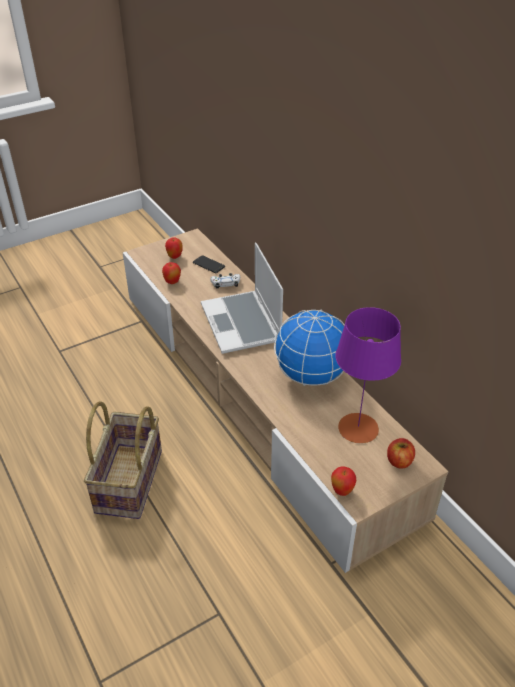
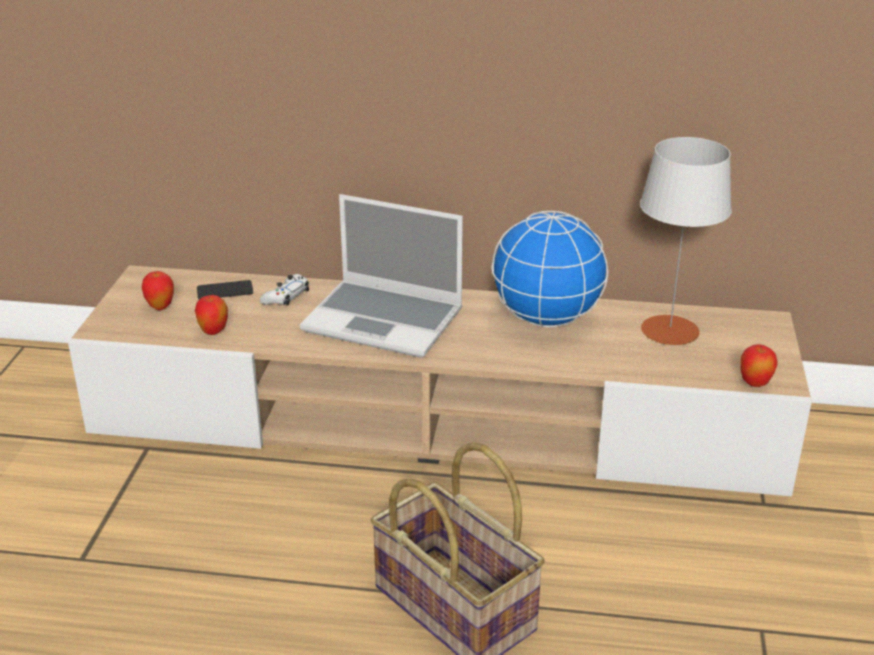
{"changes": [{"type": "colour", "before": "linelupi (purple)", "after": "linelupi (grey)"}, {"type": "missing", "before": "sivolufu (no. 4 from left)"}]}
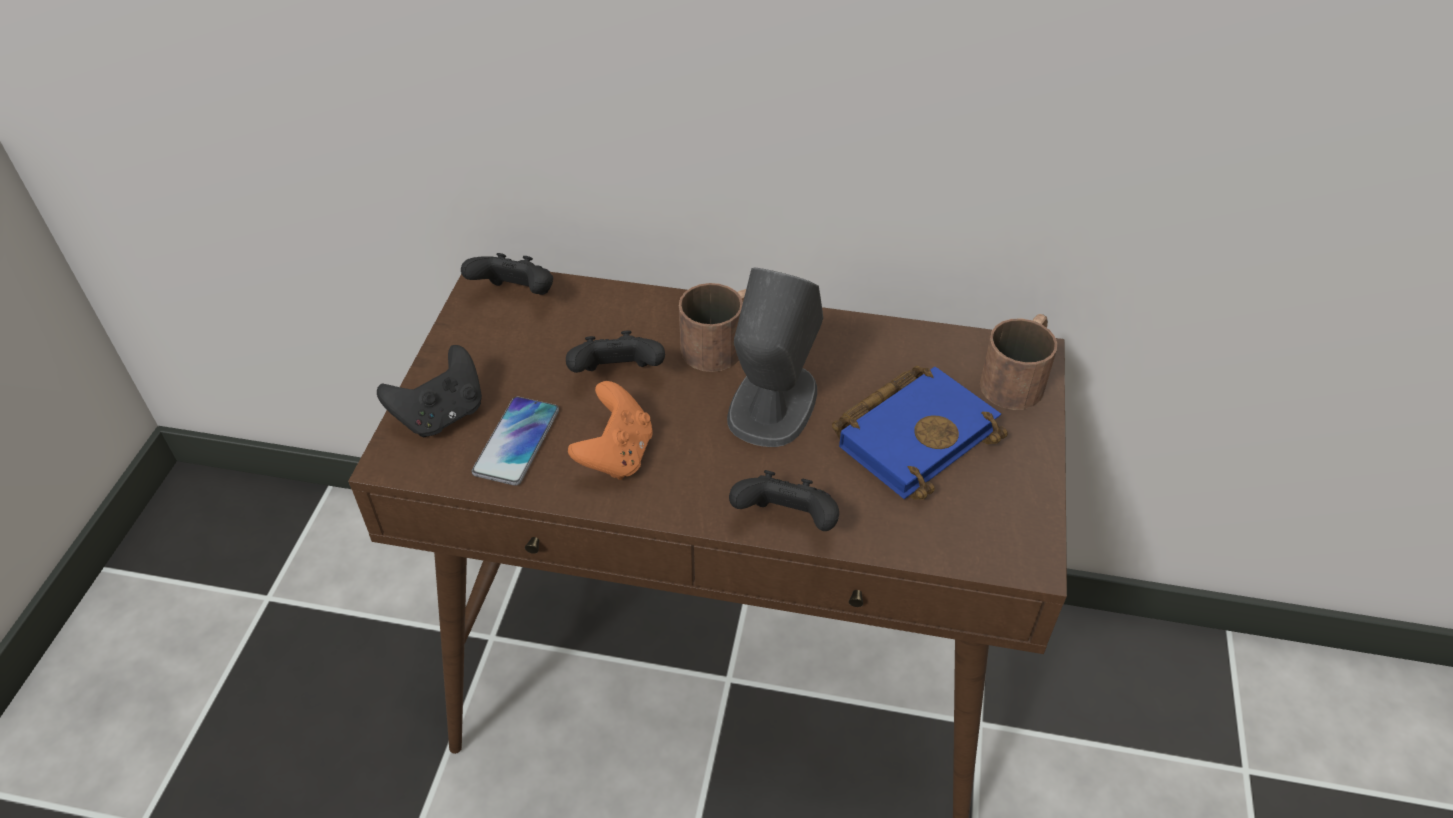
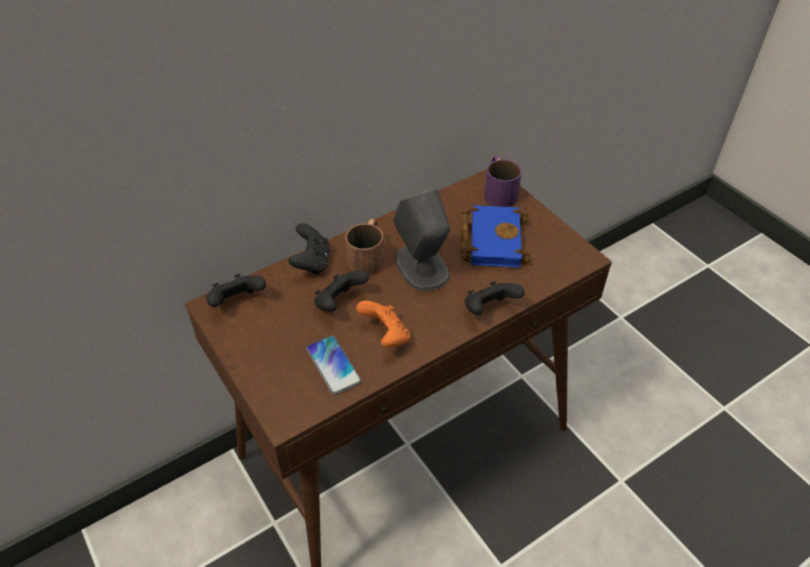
{"changes": [{"type": "relocated", "before": "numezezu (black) (no. 1 from left in the first image)", "after": "numezezu (black) (no. 2 from left)"}, {"type": "colour", "before": "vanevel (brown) (no. 2 from left)", "after": "vanevel (purple)"}]}
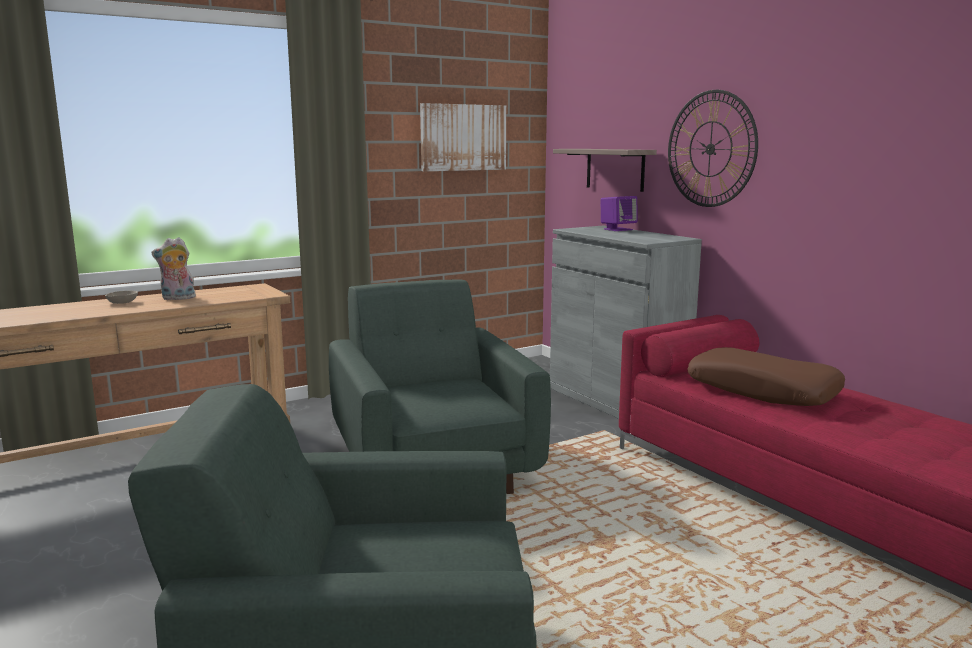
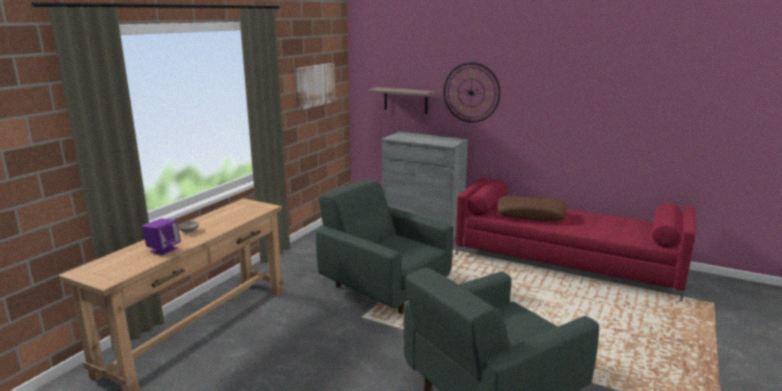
{"changes": [{"type": "relocated", "before": "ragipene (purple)"}, {"type": "missing", "before": "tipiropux"}]}
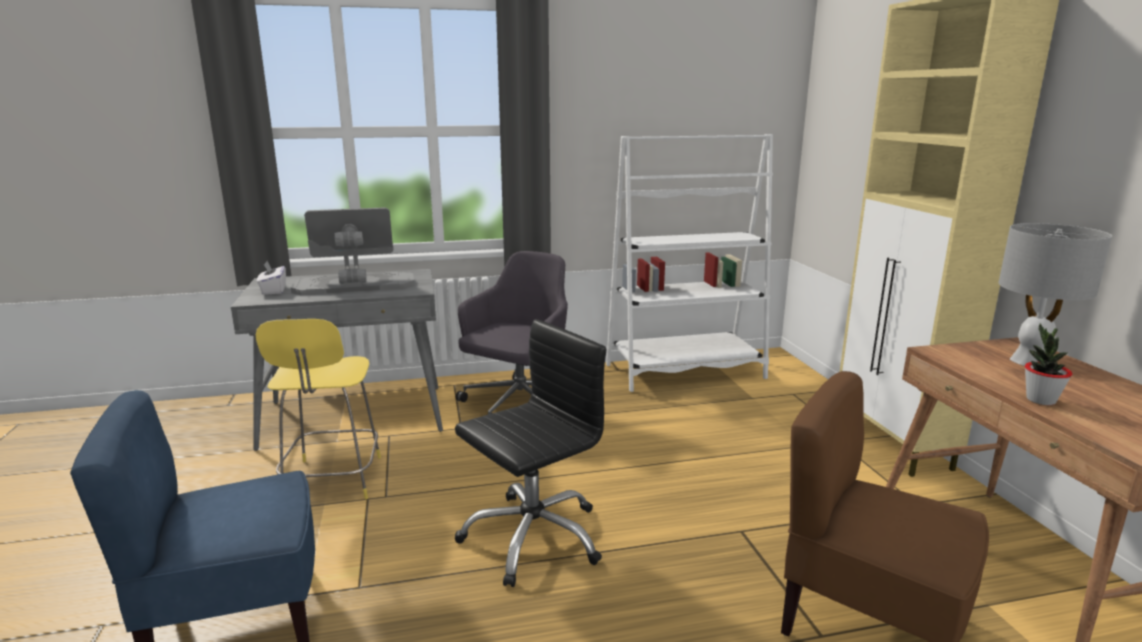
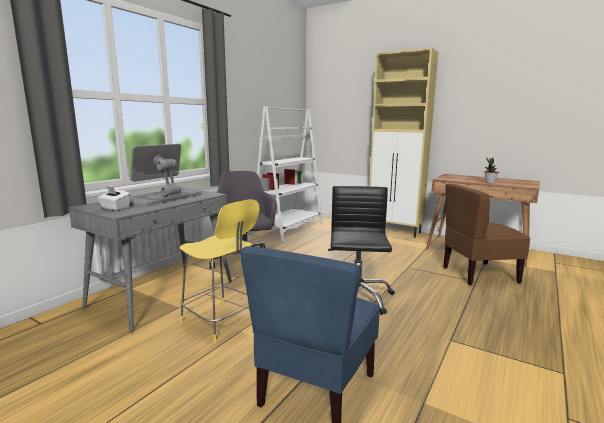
{"changes": [{"type": "missing", "before": "linelupi (grey)"}]}
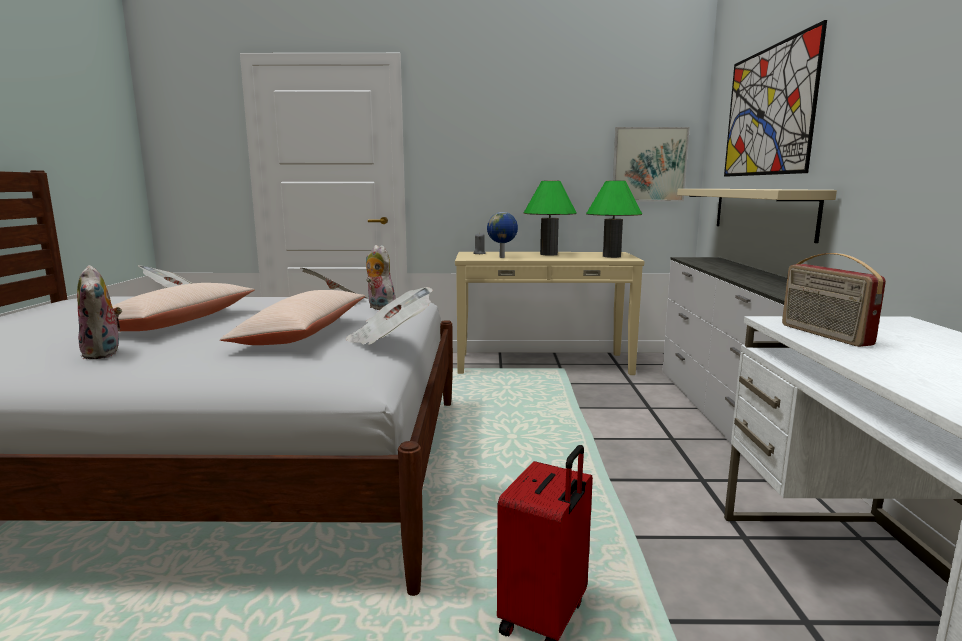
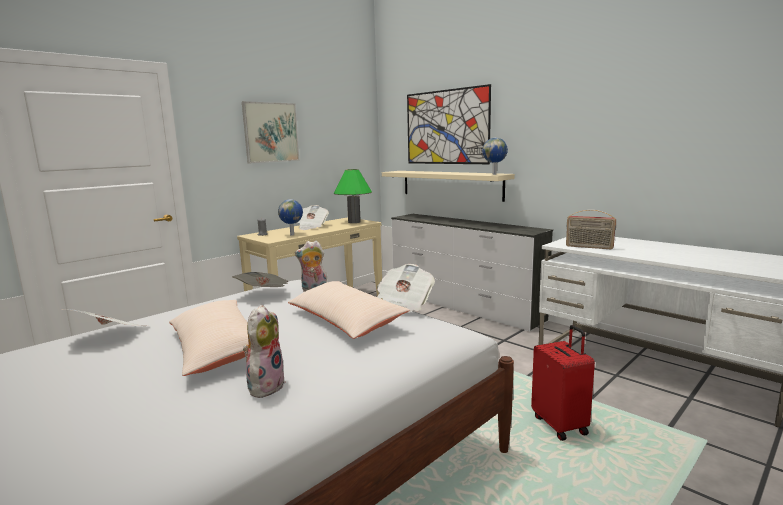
{"changes": [{"type": "relocated", "before": "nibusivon (no. 1 from left)"}, {"type": "spun", "before": "tipiropux (no. 1 from left)", "turn": -90}, {"type": "exchanged", "before": "linelupi (green) (no. 1 from left)", "after": "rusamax (no. 3 from left)"}, {"type": "appeared", "after": "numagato (no. 2 from left)"}]}
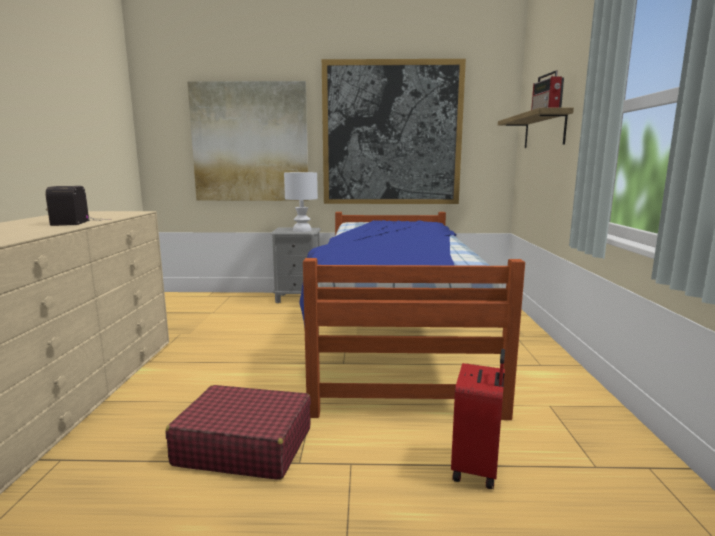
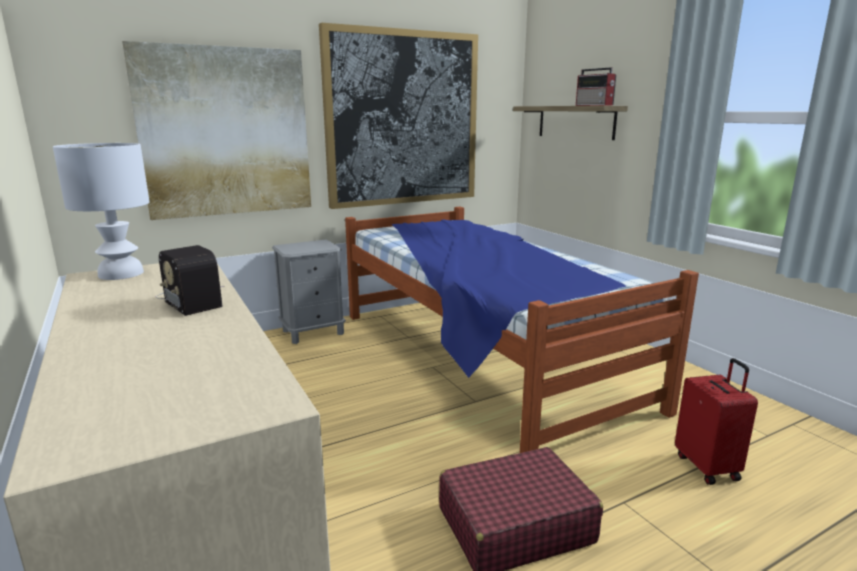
{"changes": [{"type": "relocated", "before": "linelupi (white)"}]}
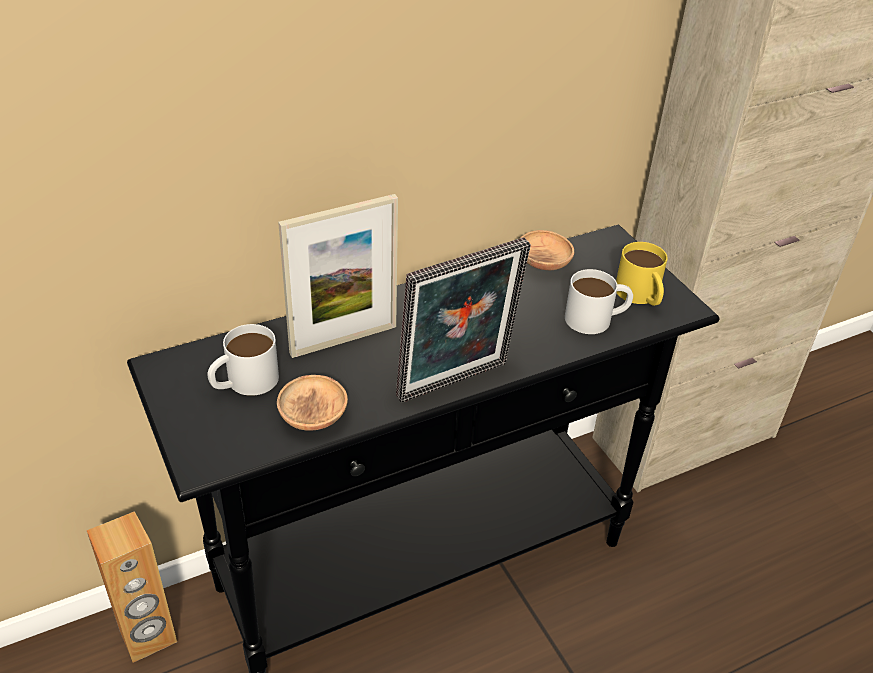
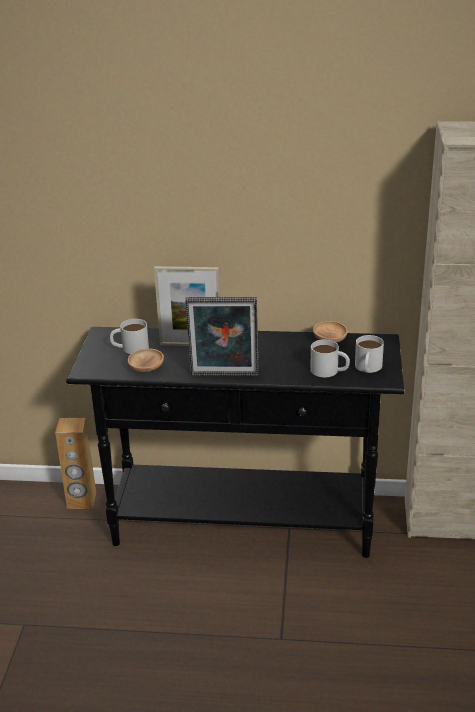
{"changes": [{"type": "colour", "before": "vanevel (yellow)", "after": "vanevel (white) (no. 3 from left)"}]}
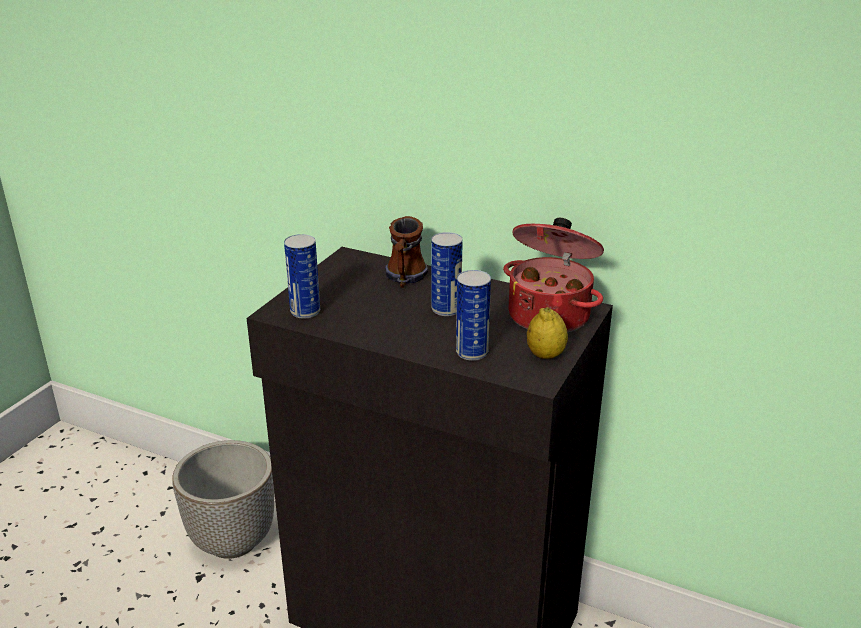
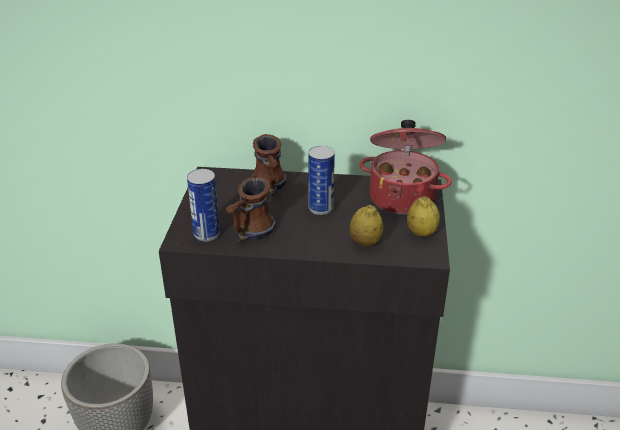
{"changes": [{"type": "appeared", "after": "vanevel (no. 1 from left)"}, {"type": "exchanged", "before": "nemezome (no. 3 from left)", "after": "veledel (no. 1 from left)"}]}
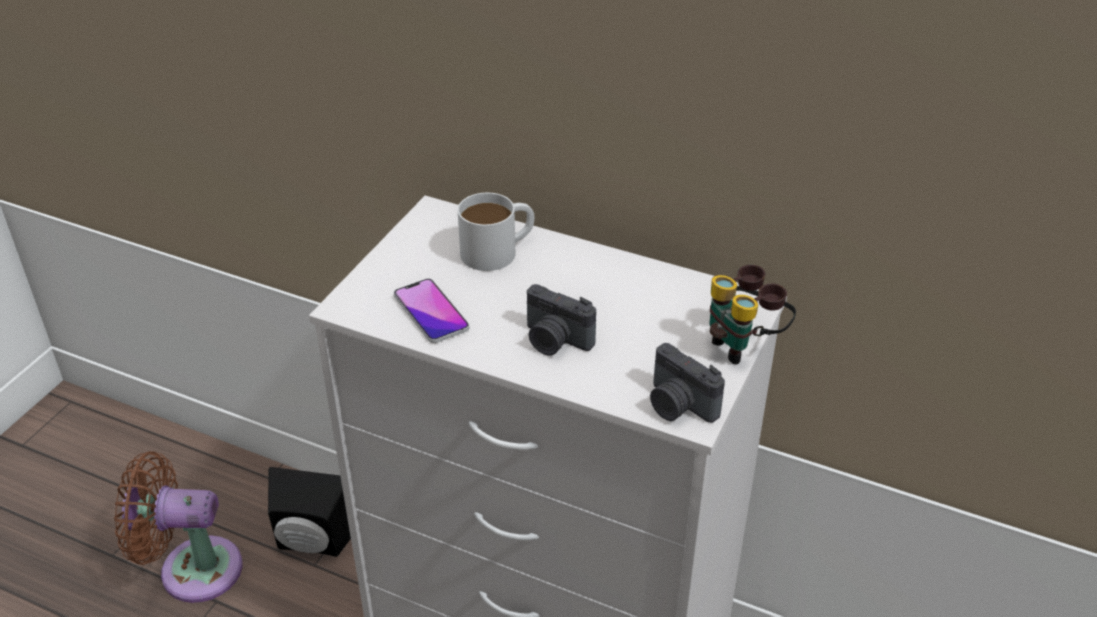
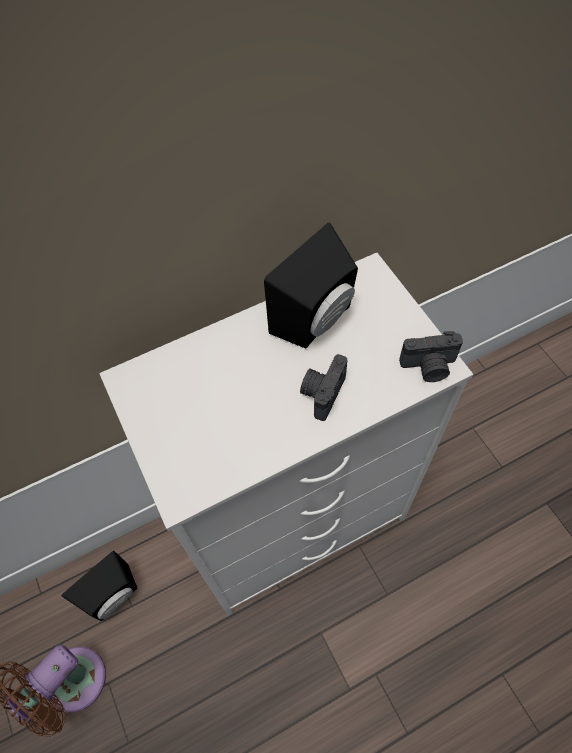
{"changes": [{"type": "appeared", "after": "ragipene (black) (no. 2 from left)"}, {"type": "spun", "before": "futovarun (no. 1 from left)", "turn": 135}, {"type": "missing", "before": "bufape"}, {"type": "missing", "before": "vanevel (white)"}, {"type": "missing", "before": "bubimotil"}]}
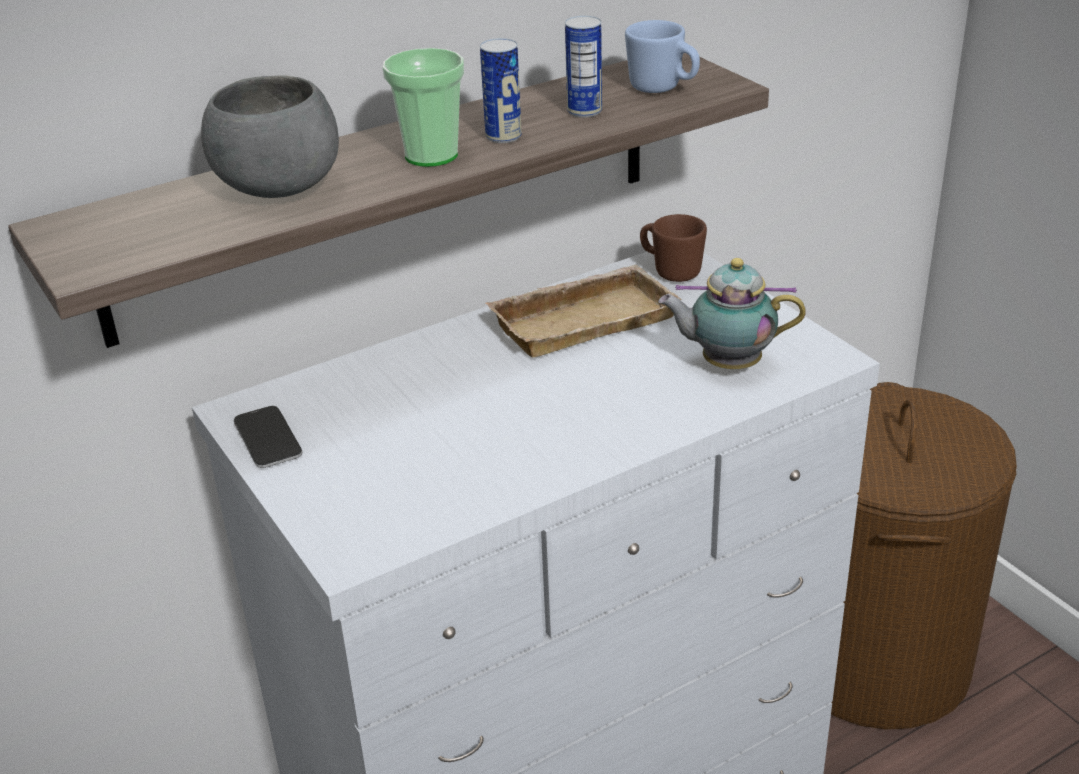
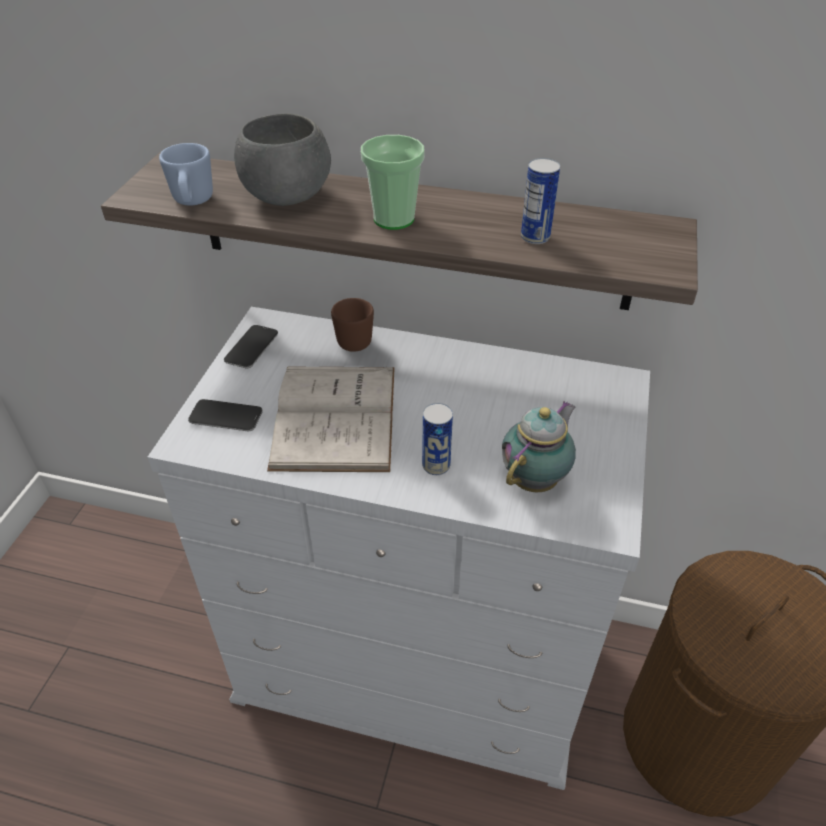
{"changes": [{"type": "relocated", "before": "vanevel (blue)"}, {"type": "appeared", "after": "bufape (no. 1 from left)"}, {"type": "appeared", "after": "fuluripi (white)"}, {"type": "relocated", "before": "vanevel (brown)"}, {"type": "relocated", "before": "nemezome (no. 1 from left)"}, {"type": "spun", "before": "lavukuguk", "turn": 75}, {"type": "missing", "before": "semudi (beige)"}]}
